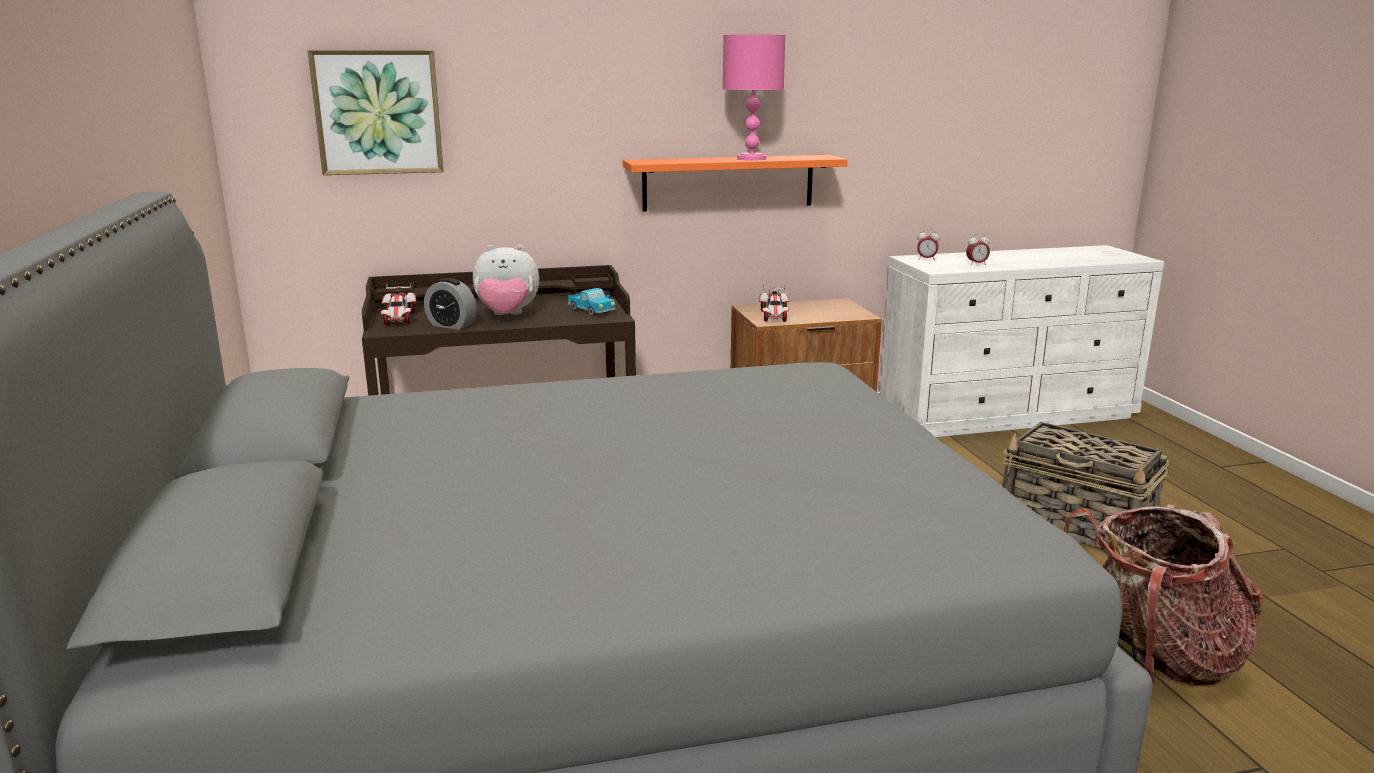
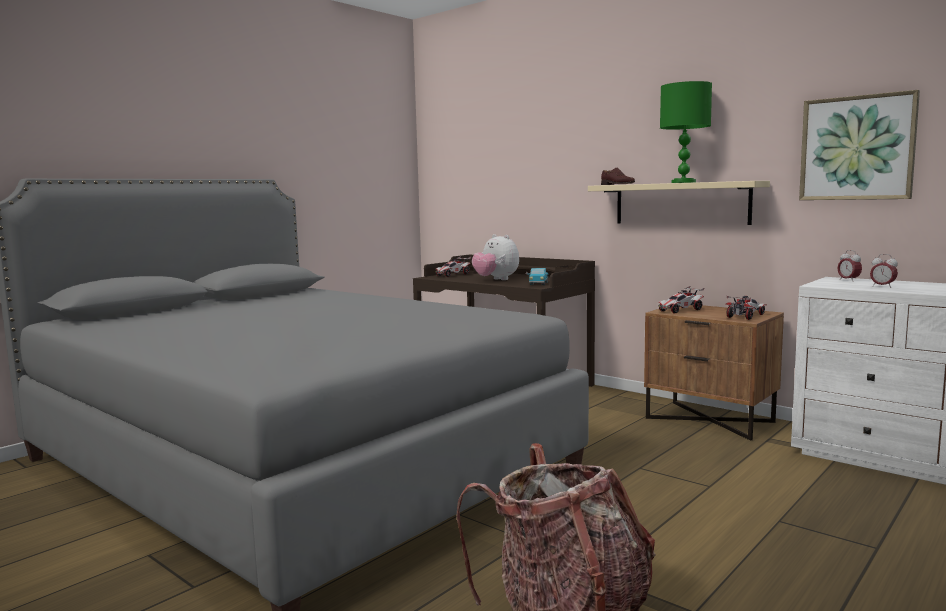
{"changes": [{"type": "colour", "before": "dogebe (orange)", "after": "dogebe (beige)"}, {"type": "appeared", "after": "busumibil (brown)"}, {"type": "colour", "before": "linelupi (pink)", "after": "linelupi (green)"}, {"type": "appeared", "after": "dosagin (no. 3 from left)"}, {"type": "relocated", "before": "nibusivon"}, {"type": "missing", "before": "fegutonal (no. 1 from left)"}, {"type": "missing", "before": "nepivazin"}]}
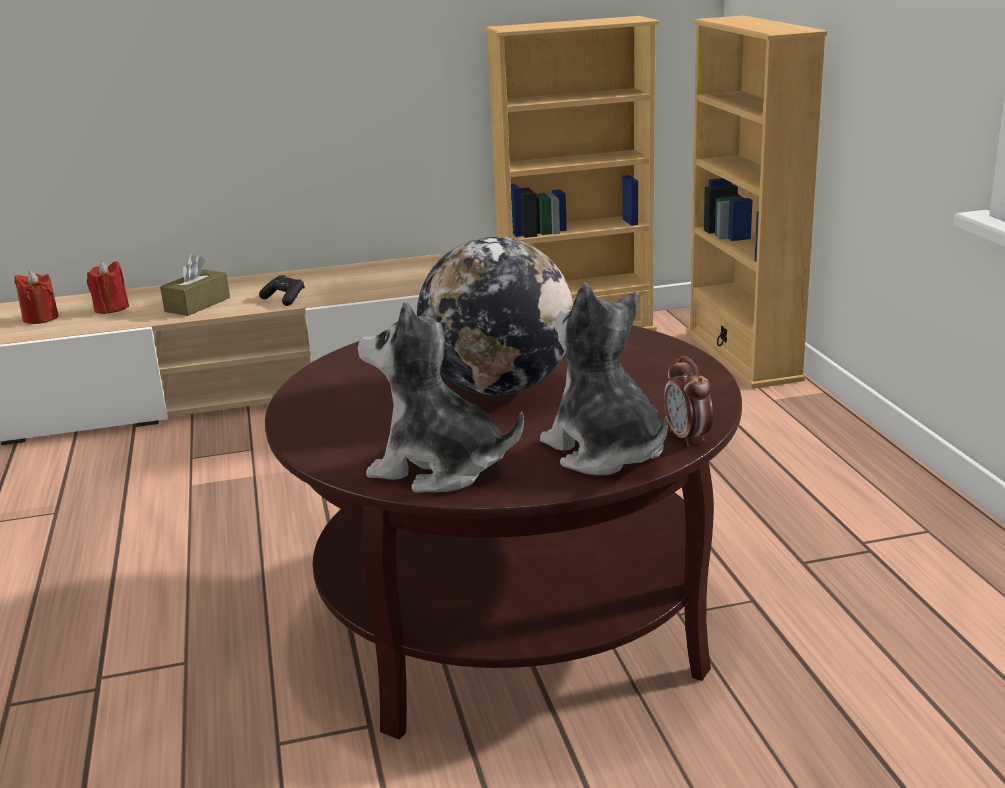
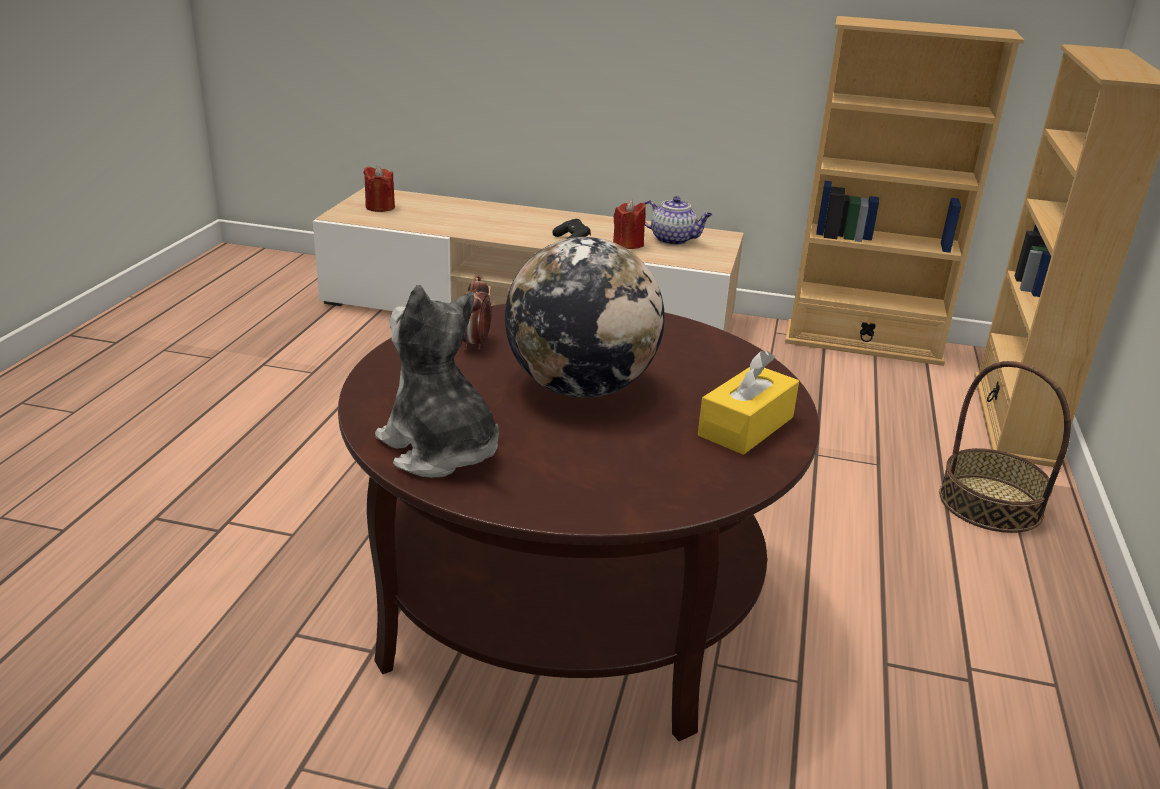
{"changes": [{"type": "relocated", "before": "fegutonal"}, {"type": "relocated", "before": "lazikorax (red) (no. 2 from left)"}, {"type": "appeared", "after": "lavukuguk"}, {"type": "appeared", "after": "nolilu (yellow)"}, {"type": "appeared", "after": "nepivazin"}, {"type": "missing", "before": "nolilu (brown)"}, {"type": "missing", "before": "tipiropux (no. 2 from left)"}]}
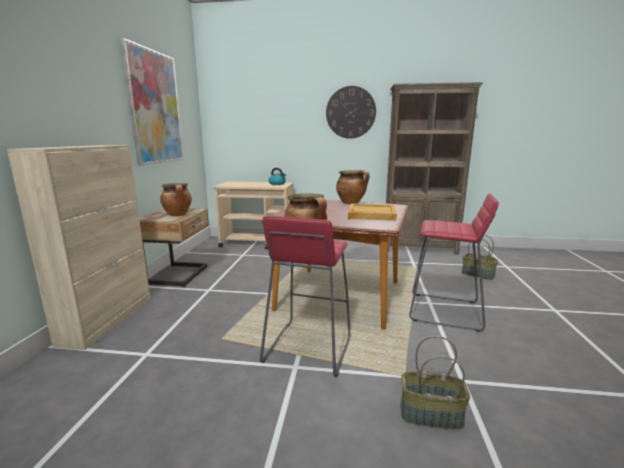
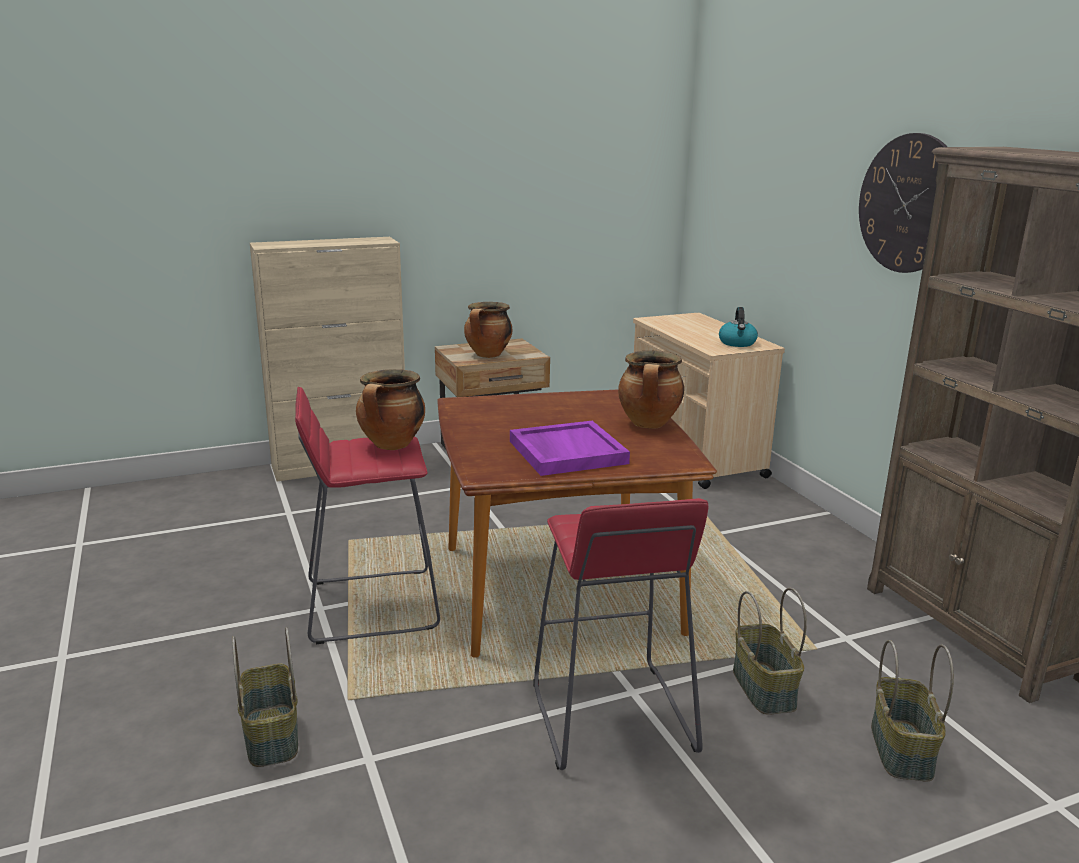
{"changes": [{"type": "colour", "before": "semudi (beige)", "after": "semudi (purple)"}, {"type": "appeared", "after": "nepivazin (no. 2 from left)"}, {"type": "missing", "before": "nibusivon"}]}
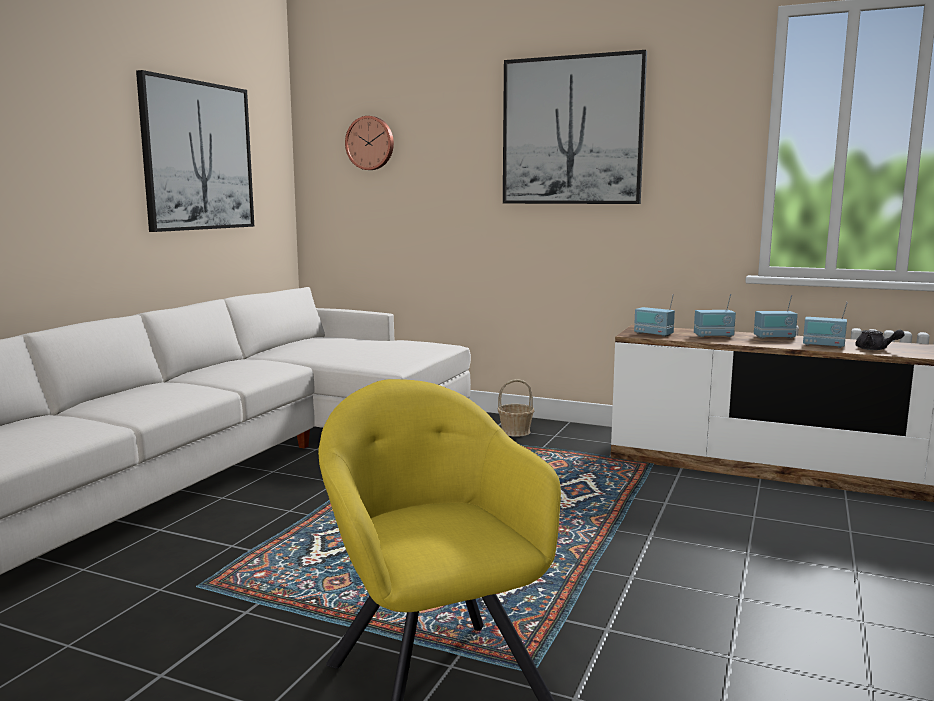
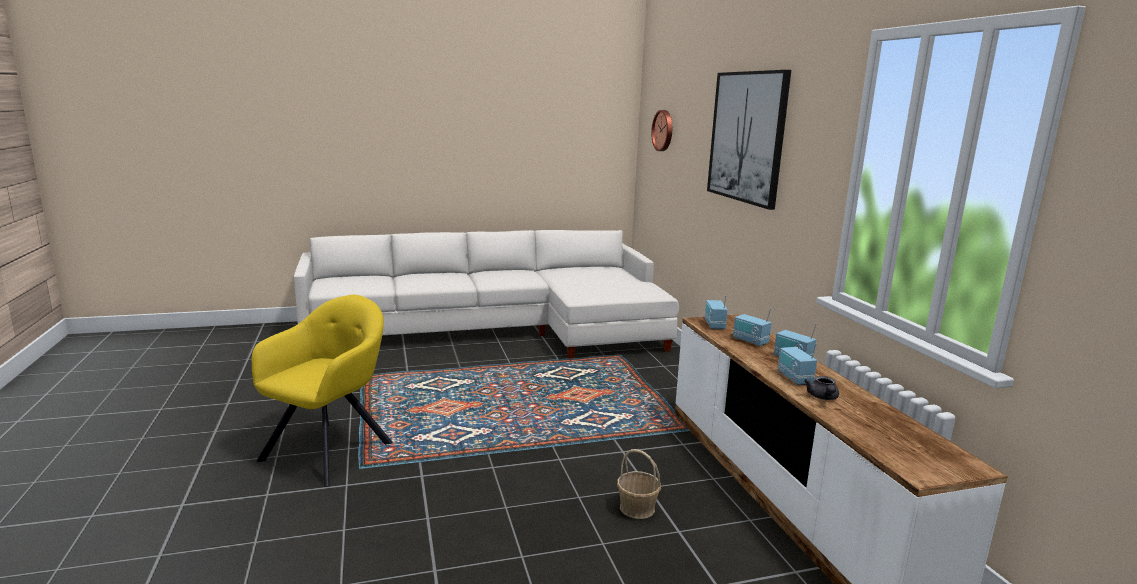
{"changes": [{"type": "relocated", "before": "nepivazin"}, {"type": "missing", "before": "nibusivon (no. 1 from left)"}]}
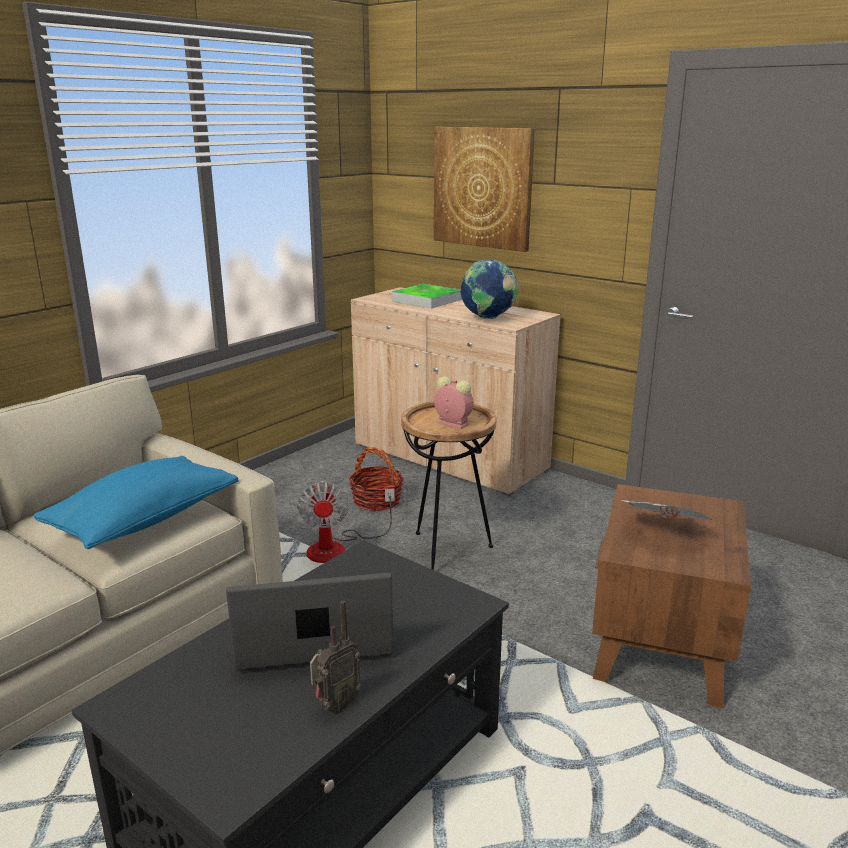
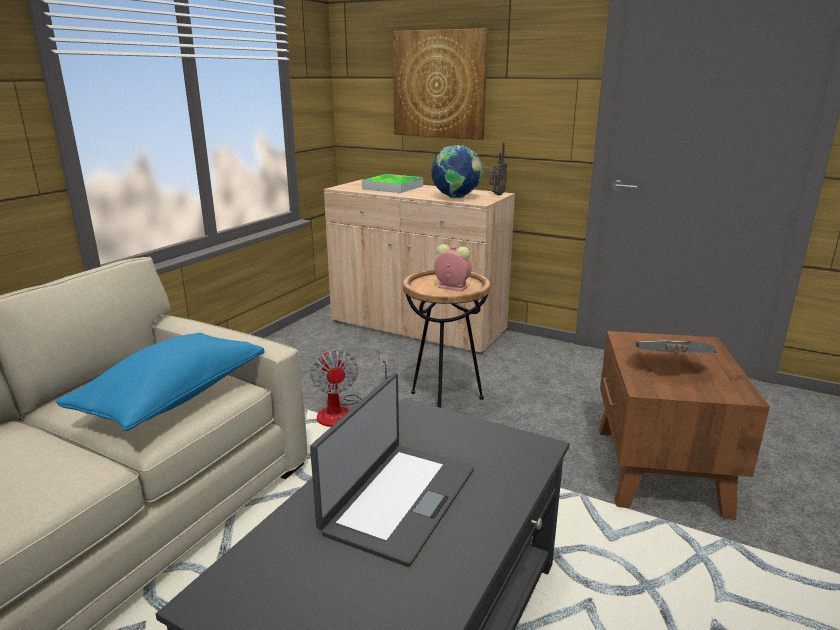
{"changes": [{"type": "spun", "before": "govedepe", "turn": 135}, {"type": "relocated", "before": "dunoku"}, {"type": "missing", "before": "nepivazin"}]}
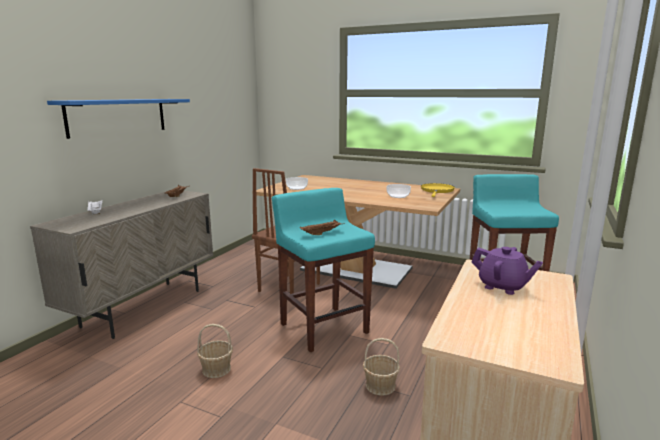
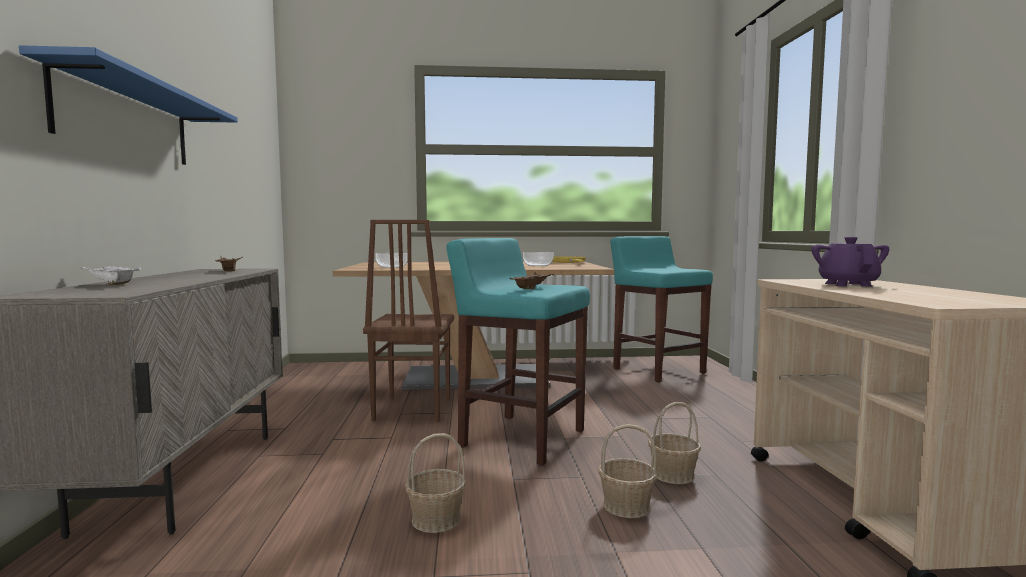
{"changes": [{"type": "appeared", "after": "nepivazin (no. 2 from left)"}, {"type": "spun", "before": "lavukuguk (purple)", "turn": -90}]}
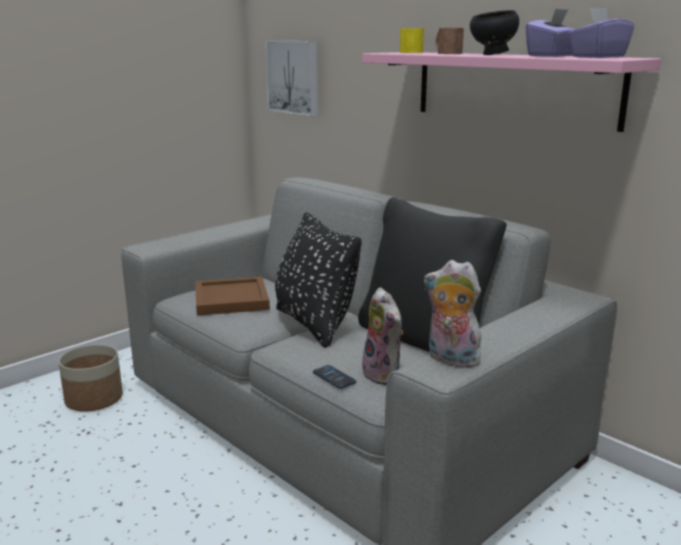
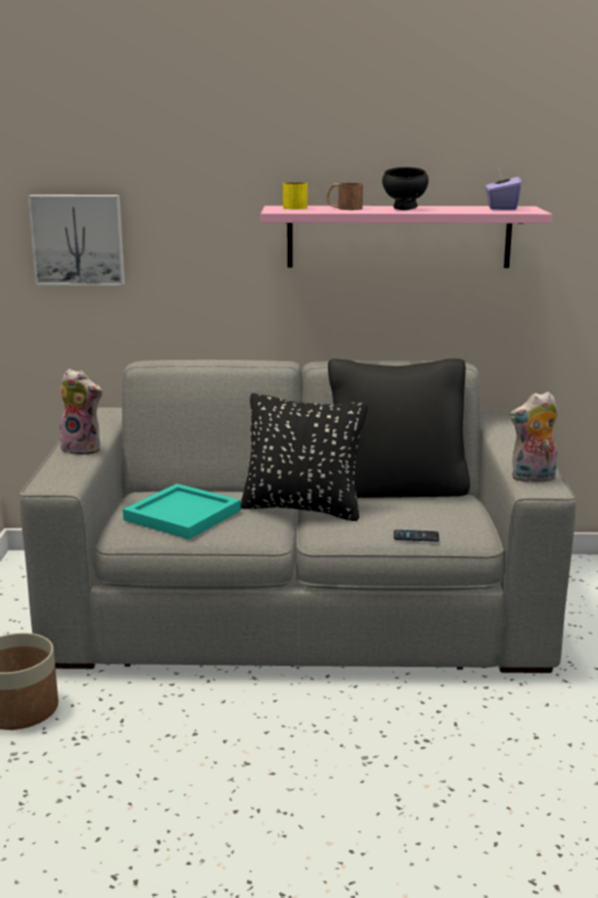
{"changes": [{"type": "relocated", "before": "tipiropux (no. 1 from left)"}, {"type": "colour", "before": "semudi (brown)", "after": "semudi (turquoise)"}, {"type": "missing", "before": "nolilu (purple) (no. 1 from left)"}]}
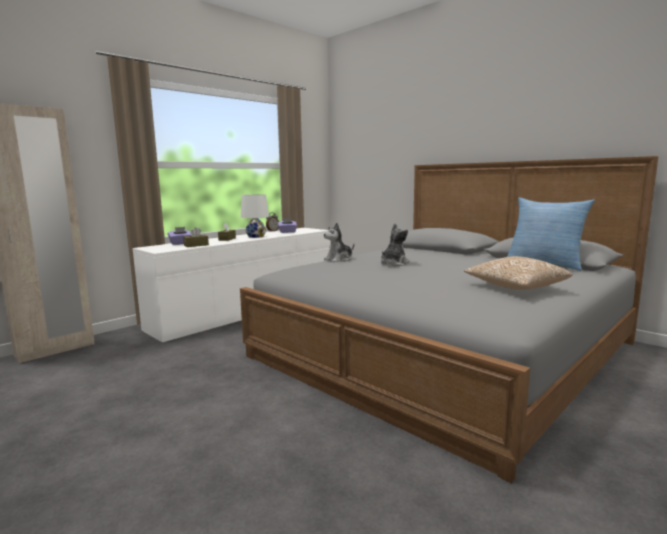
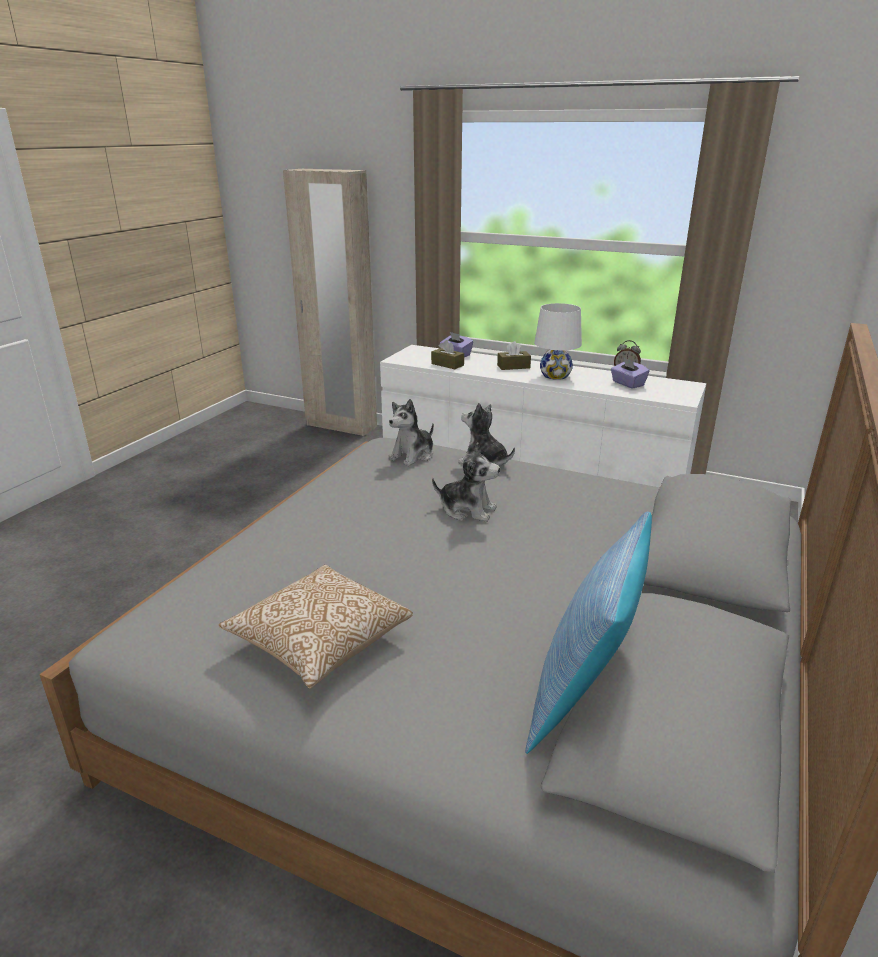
{"changes": [{"type": "appeared", "after": "tipiropux (no. 1 from left)"}]}
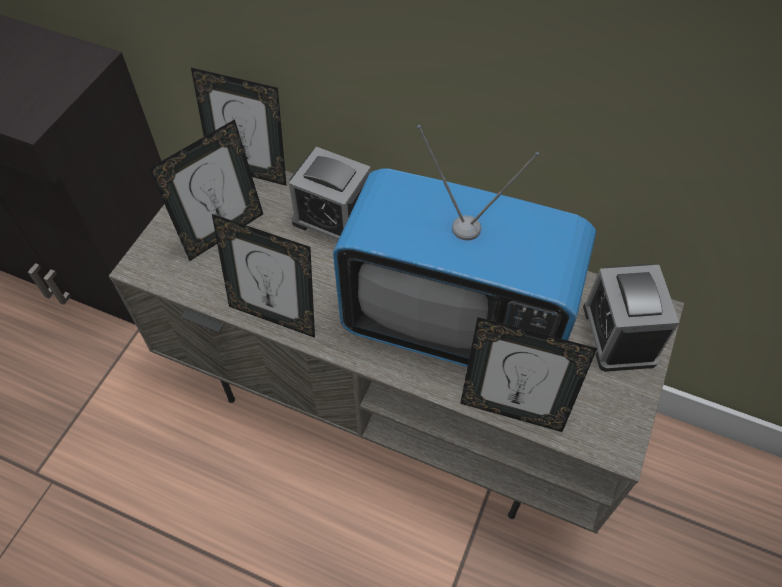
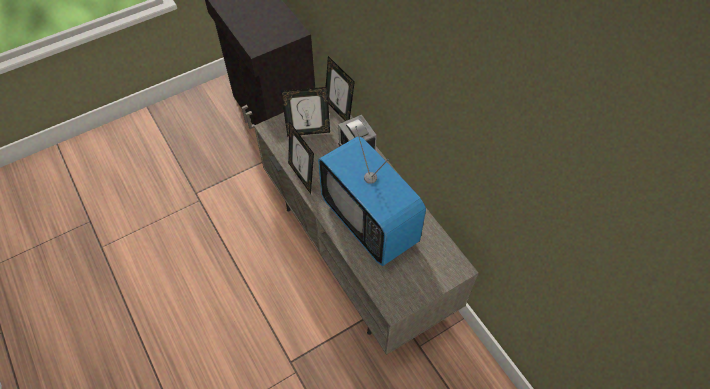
{"changes": [{"type": "missing", "before": "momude (no. 4 from left)"}, {"type": "missing", "before": "fegutonal (no. 2 from left)"}]}
